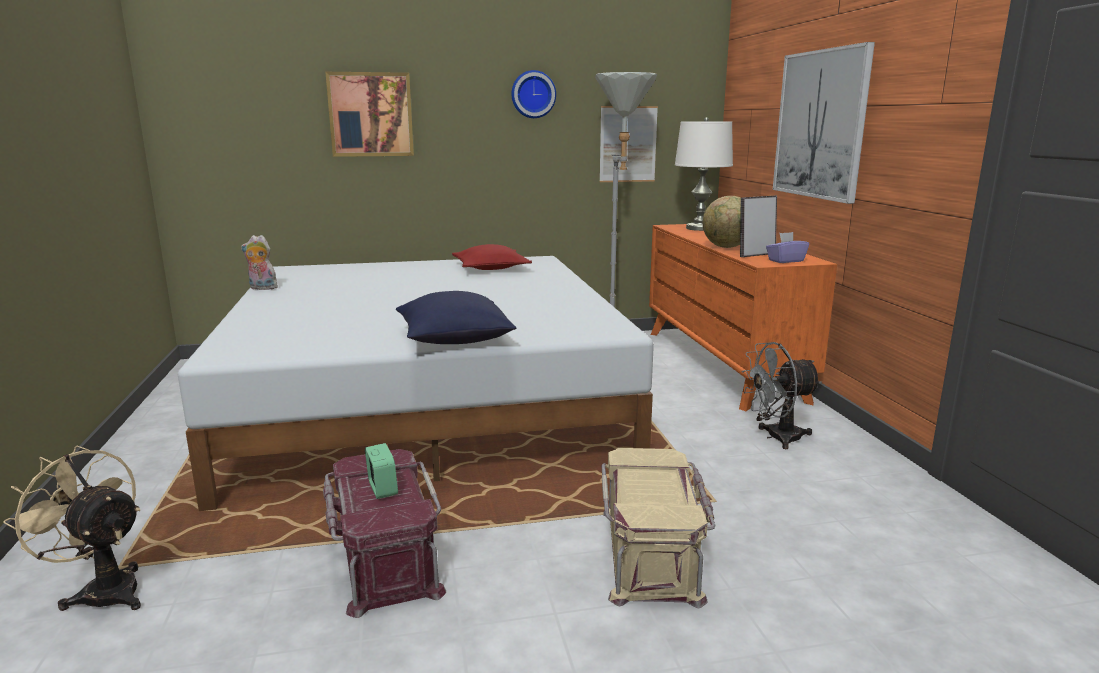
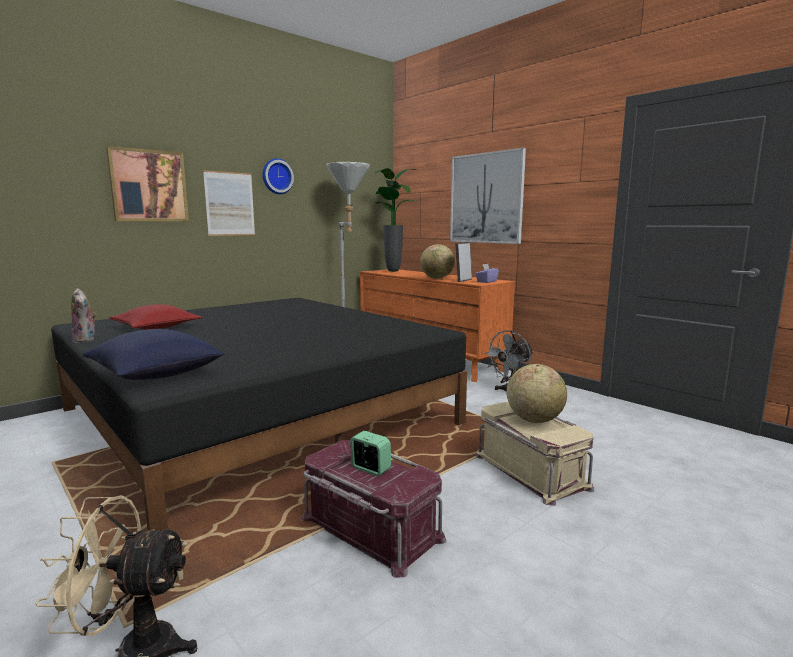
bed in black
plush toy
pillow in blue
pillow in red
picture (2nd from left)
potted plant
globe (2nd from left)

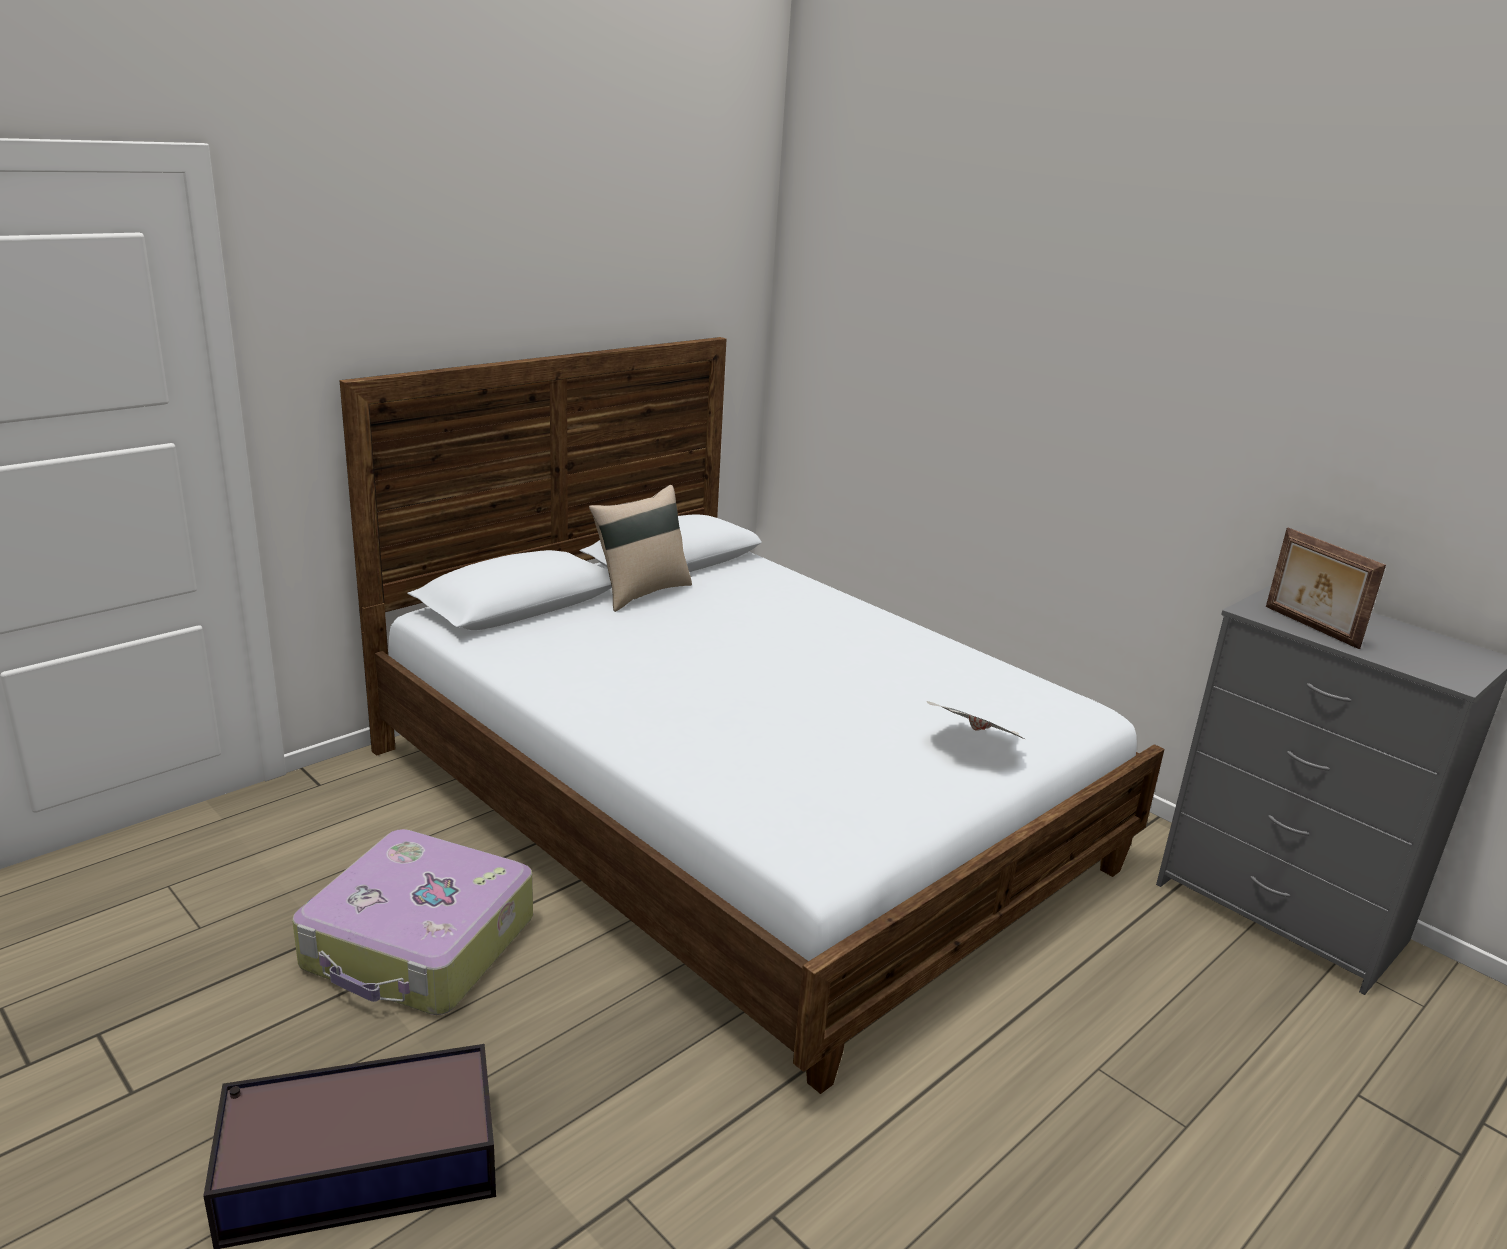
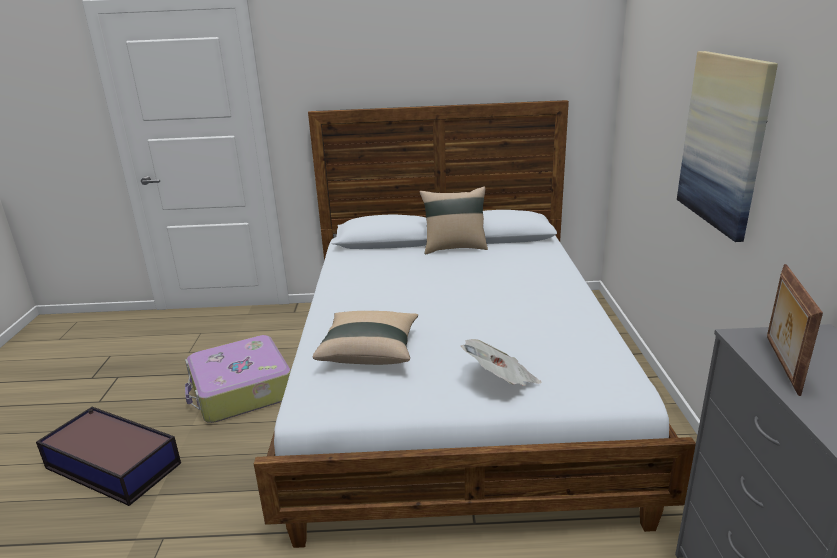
pillow in beige (1st from left)
picture

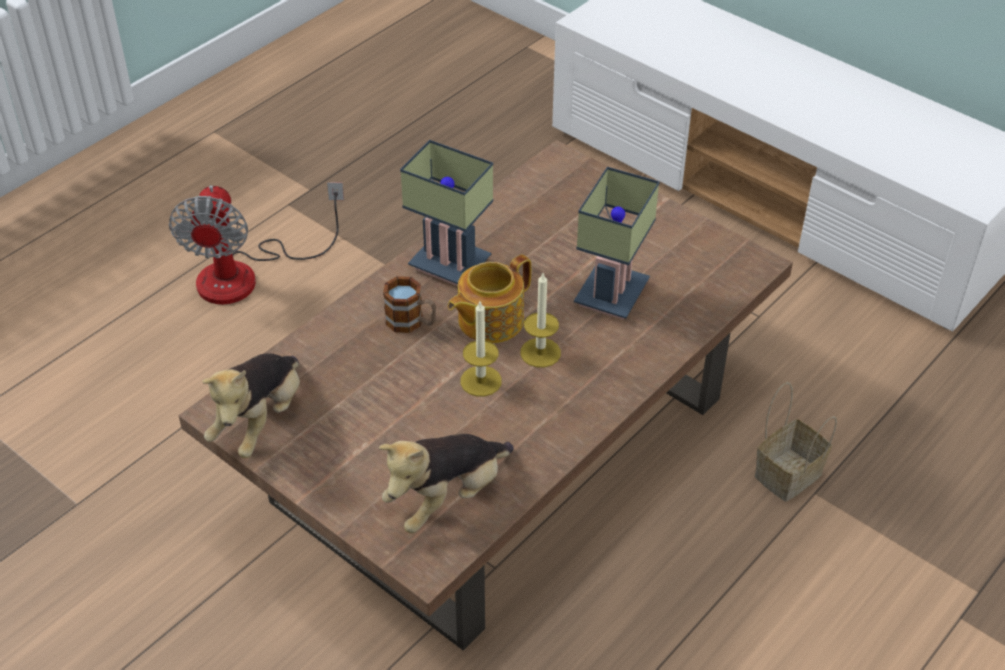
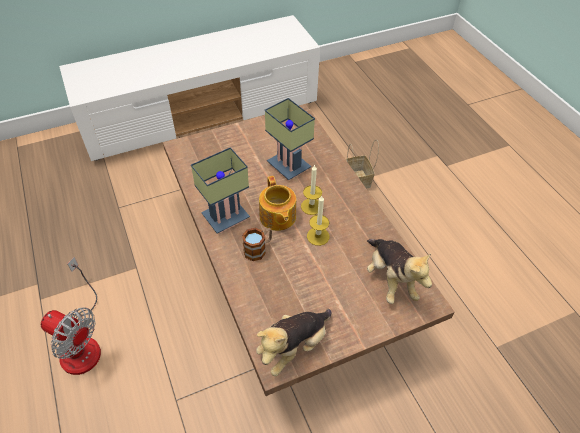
plush toy (1st from left)

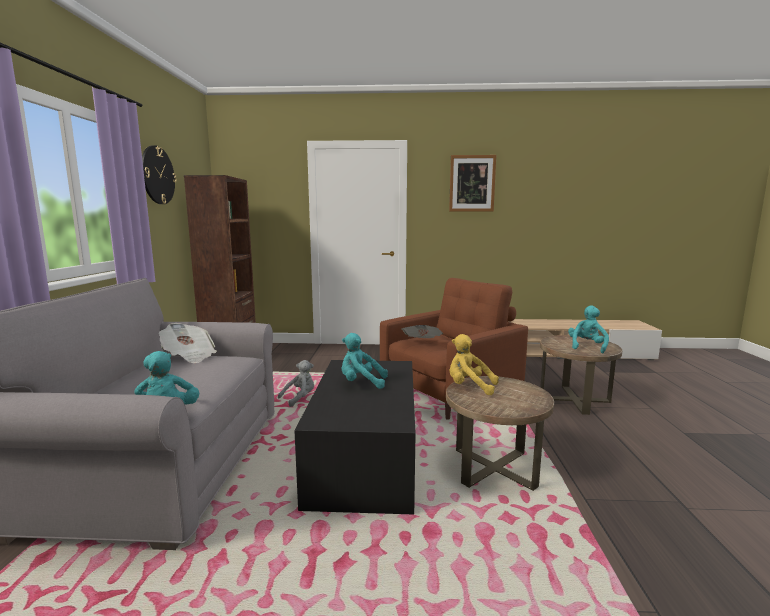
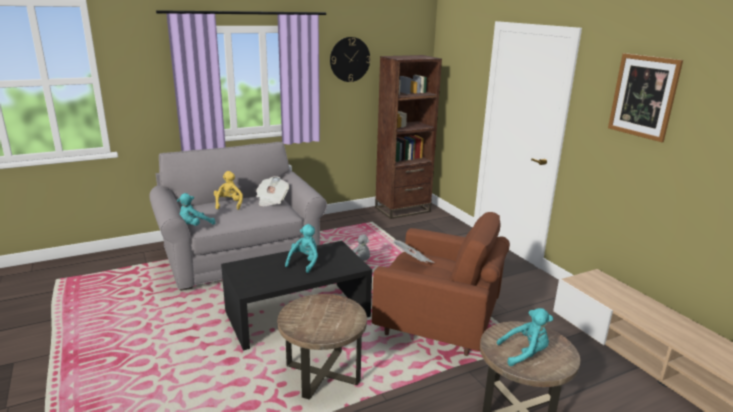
plush toy in yellow
plush toy in turquoise (2nd from left)

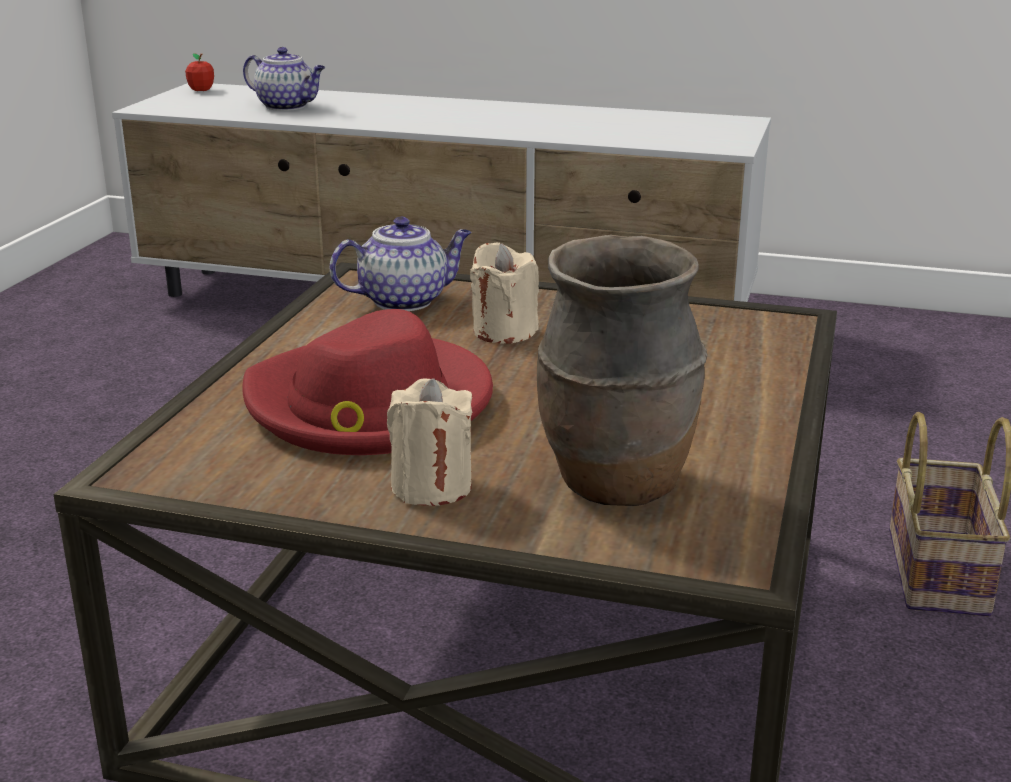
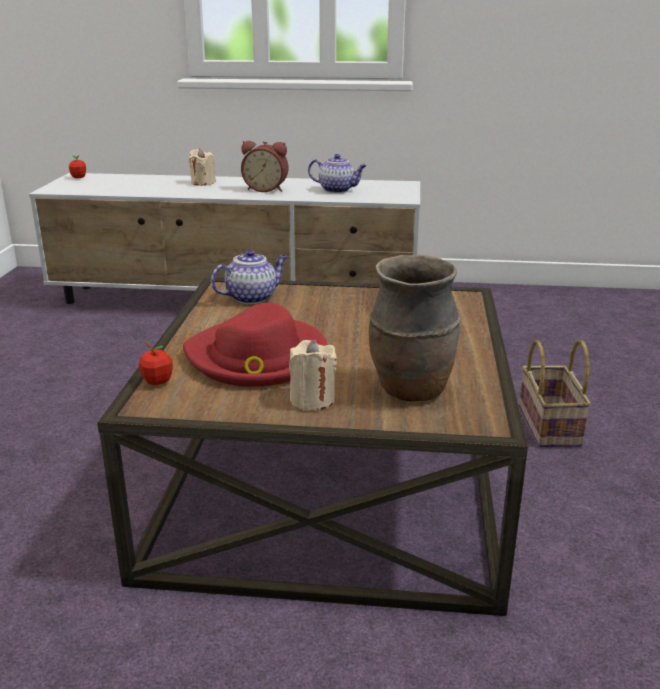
apple (2nd from left)
candle in beige (1st from left)
alarm clock
teapot (2nd from left)

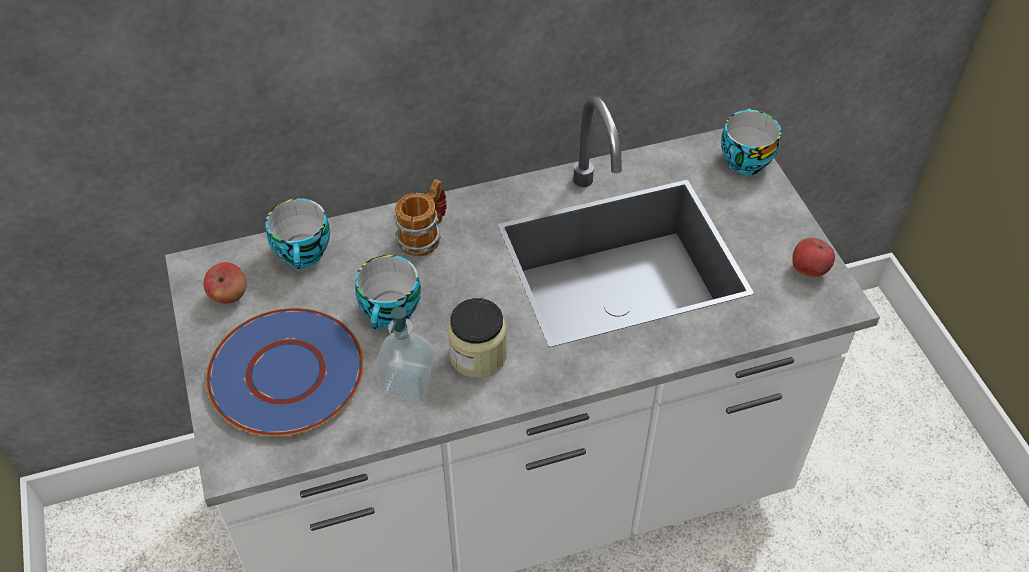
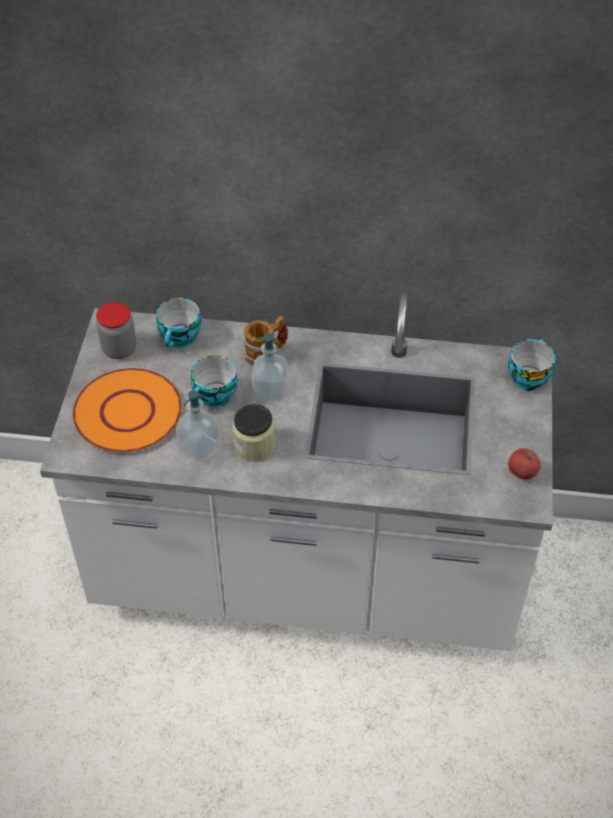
plate in orange
jar (1st from left)
soap dispenser (2nd from left)

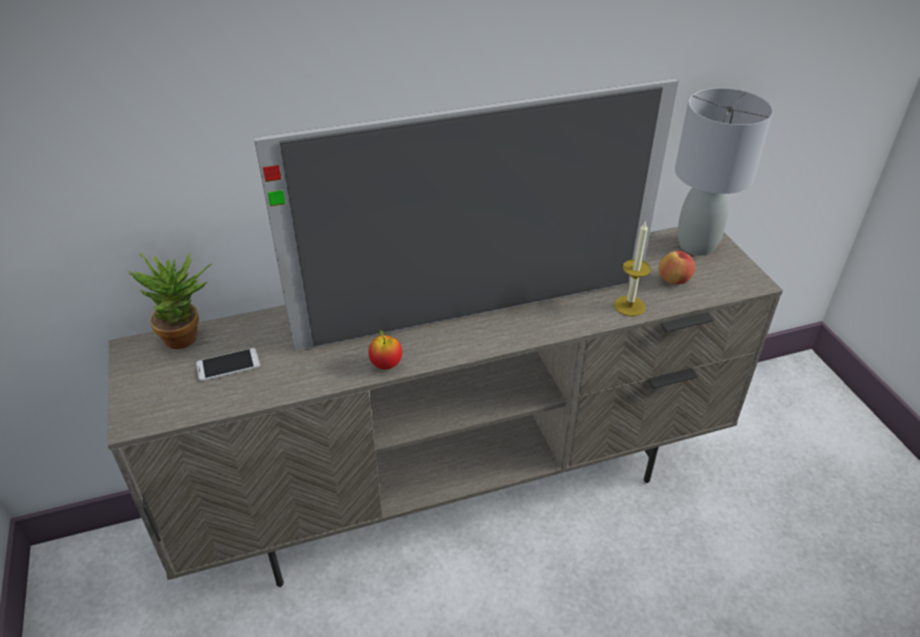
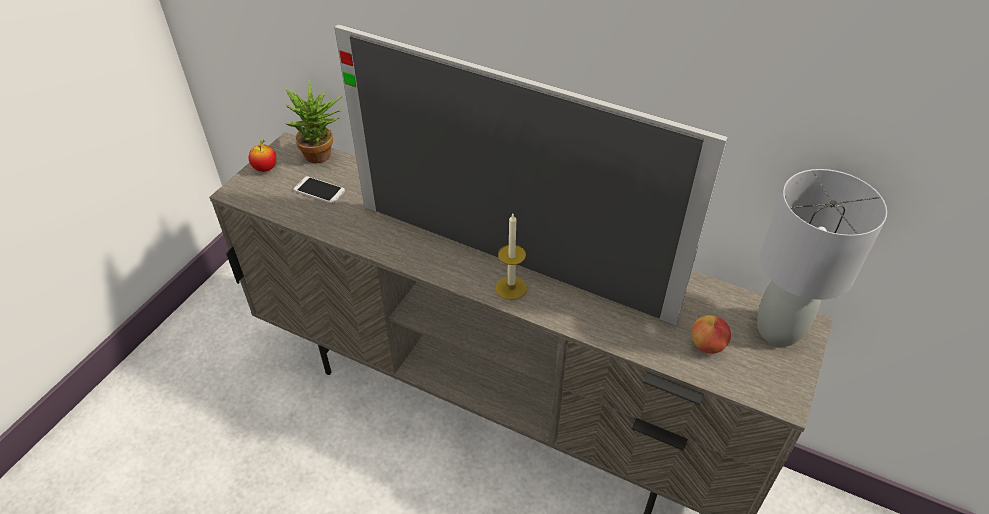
apple (1st from left)
candle

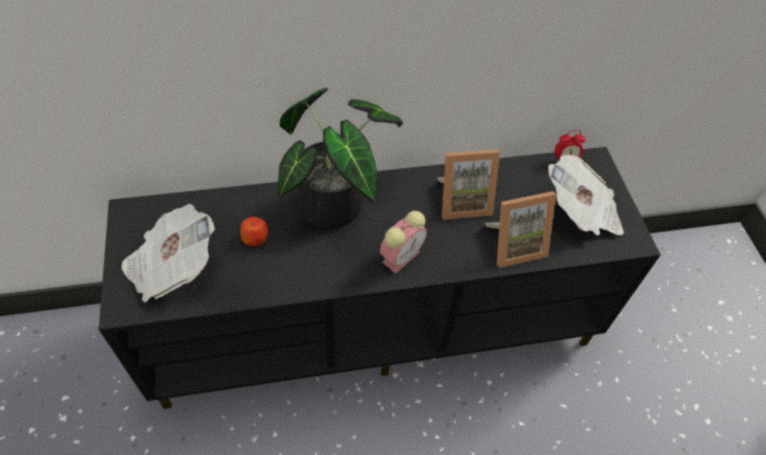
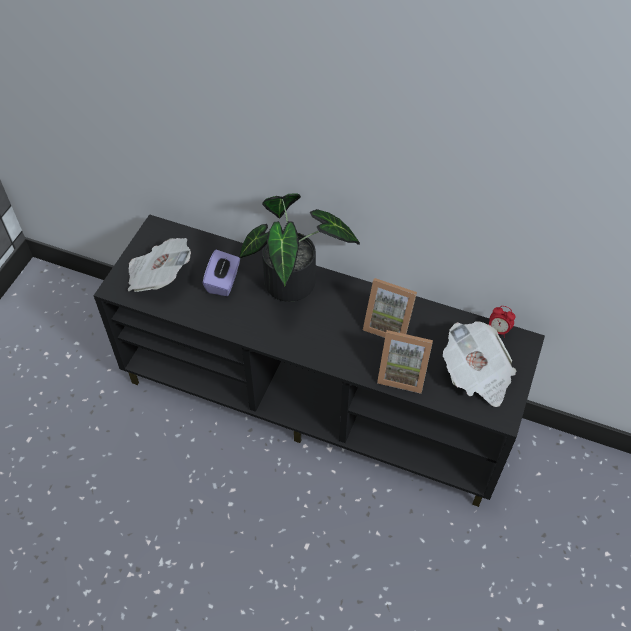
tissue box in purple
alarm clock (1st from left in the first image)

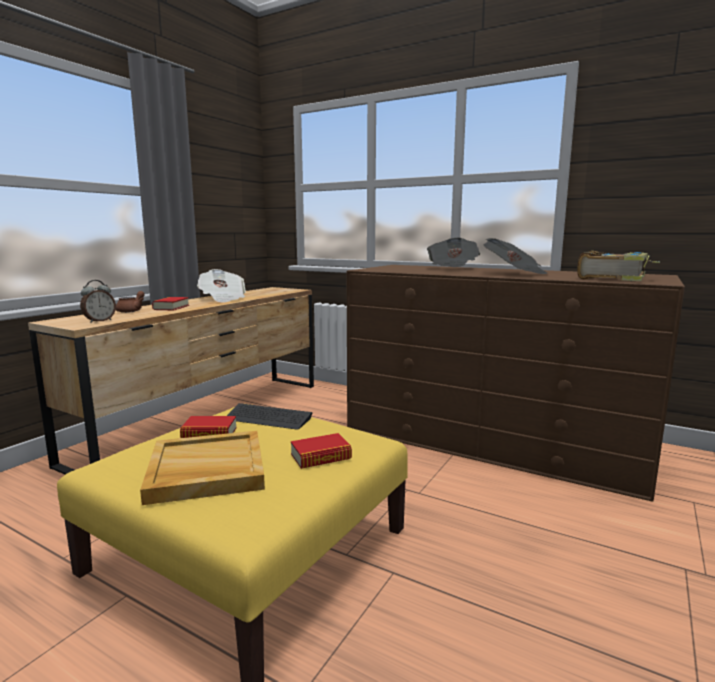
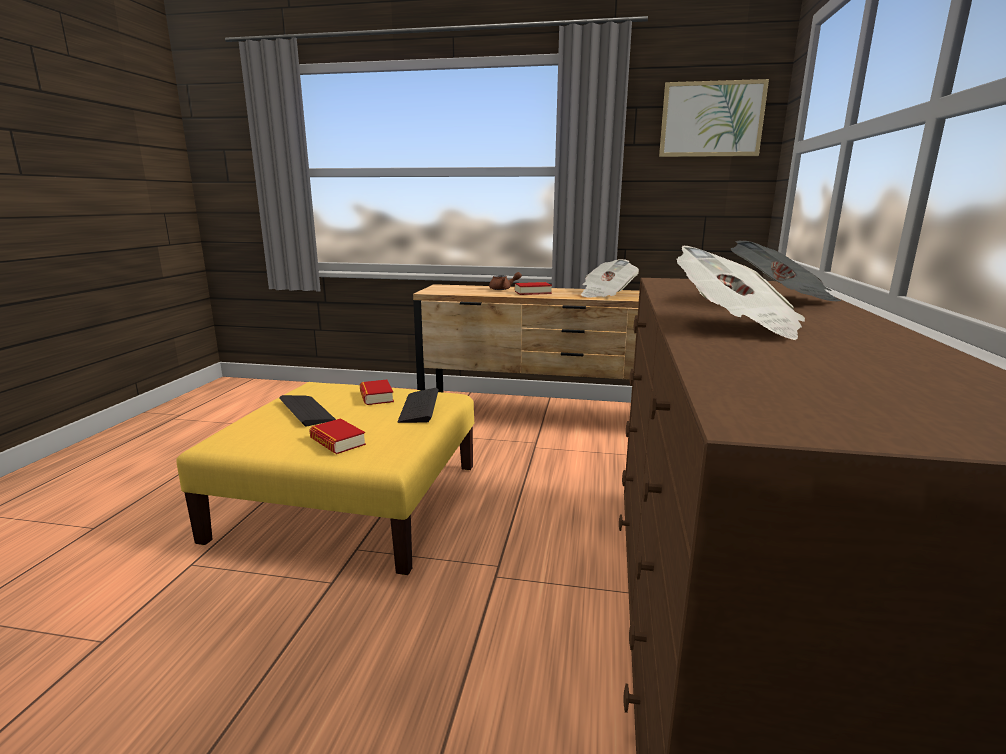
keyboard (1st from left)
picture
alarm clock
book (4th from left in the first image)

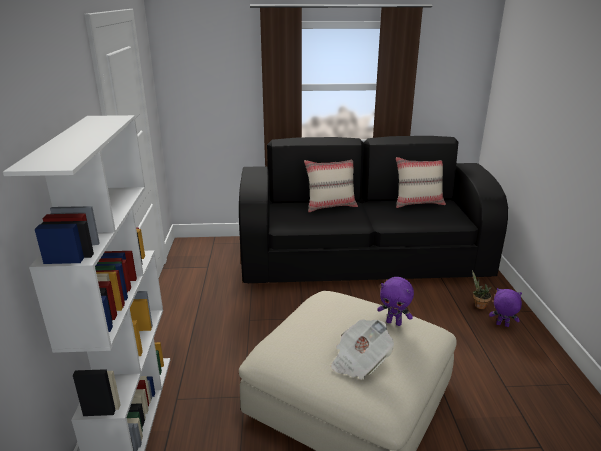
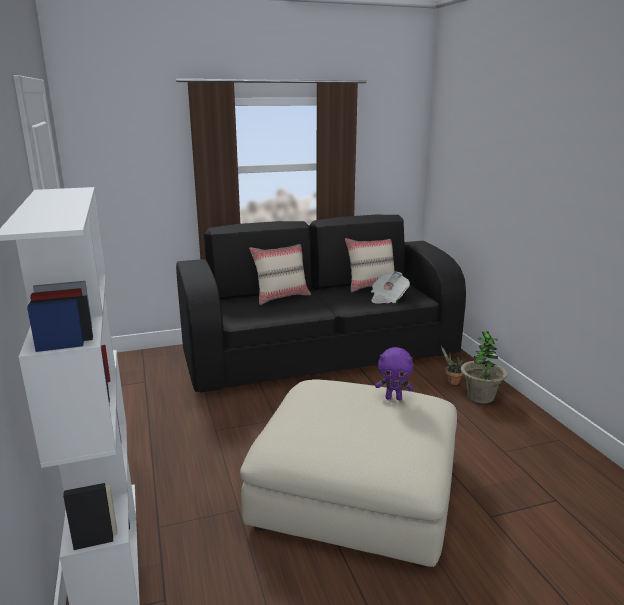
newspaper
potted plant (2nd from left)

